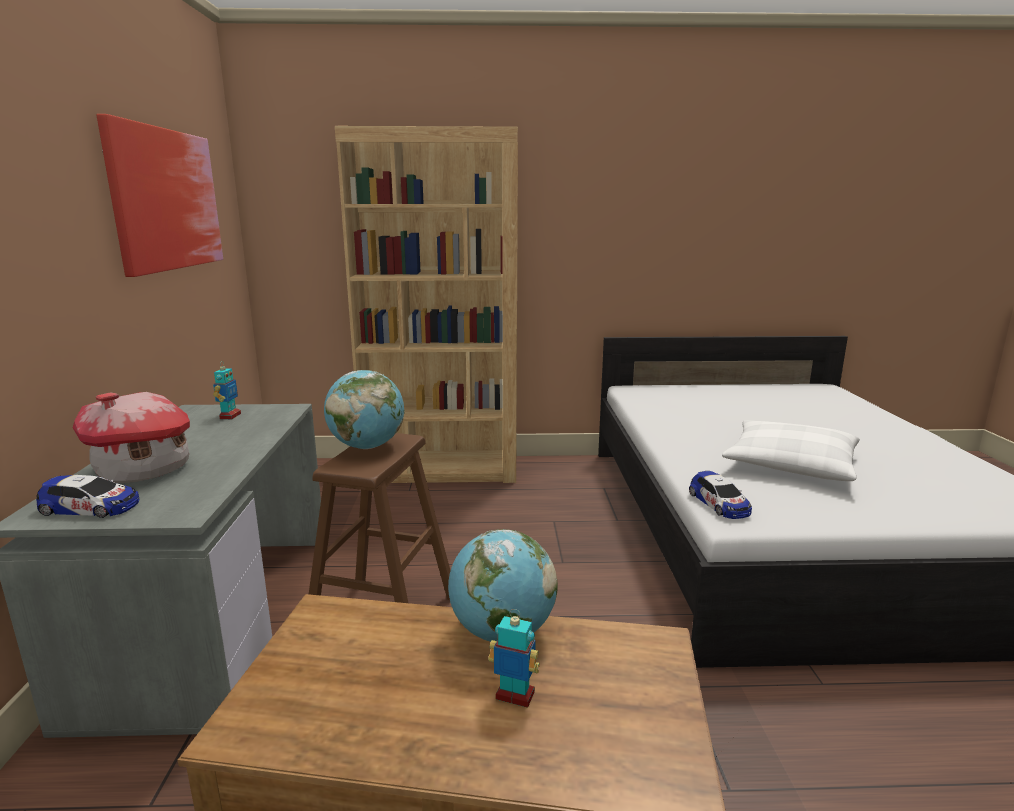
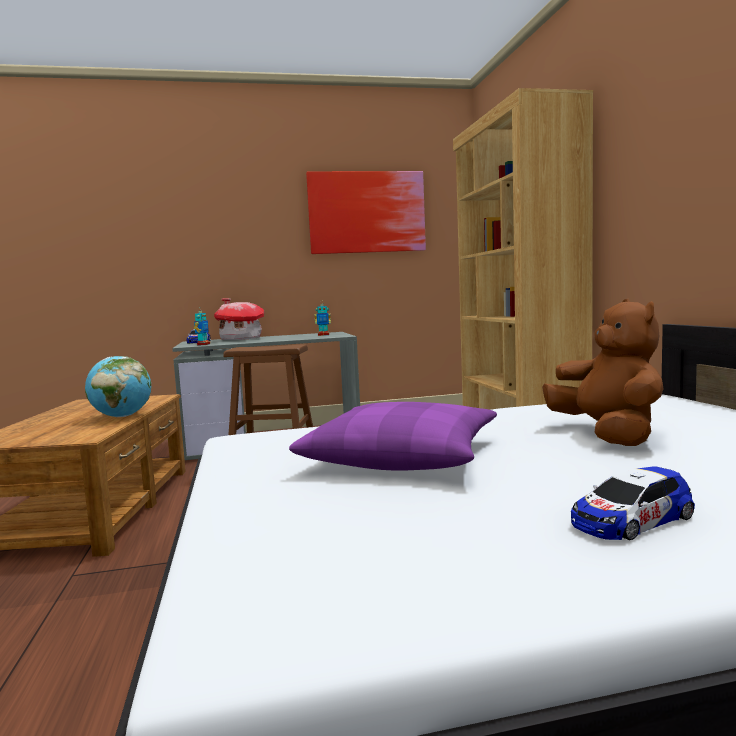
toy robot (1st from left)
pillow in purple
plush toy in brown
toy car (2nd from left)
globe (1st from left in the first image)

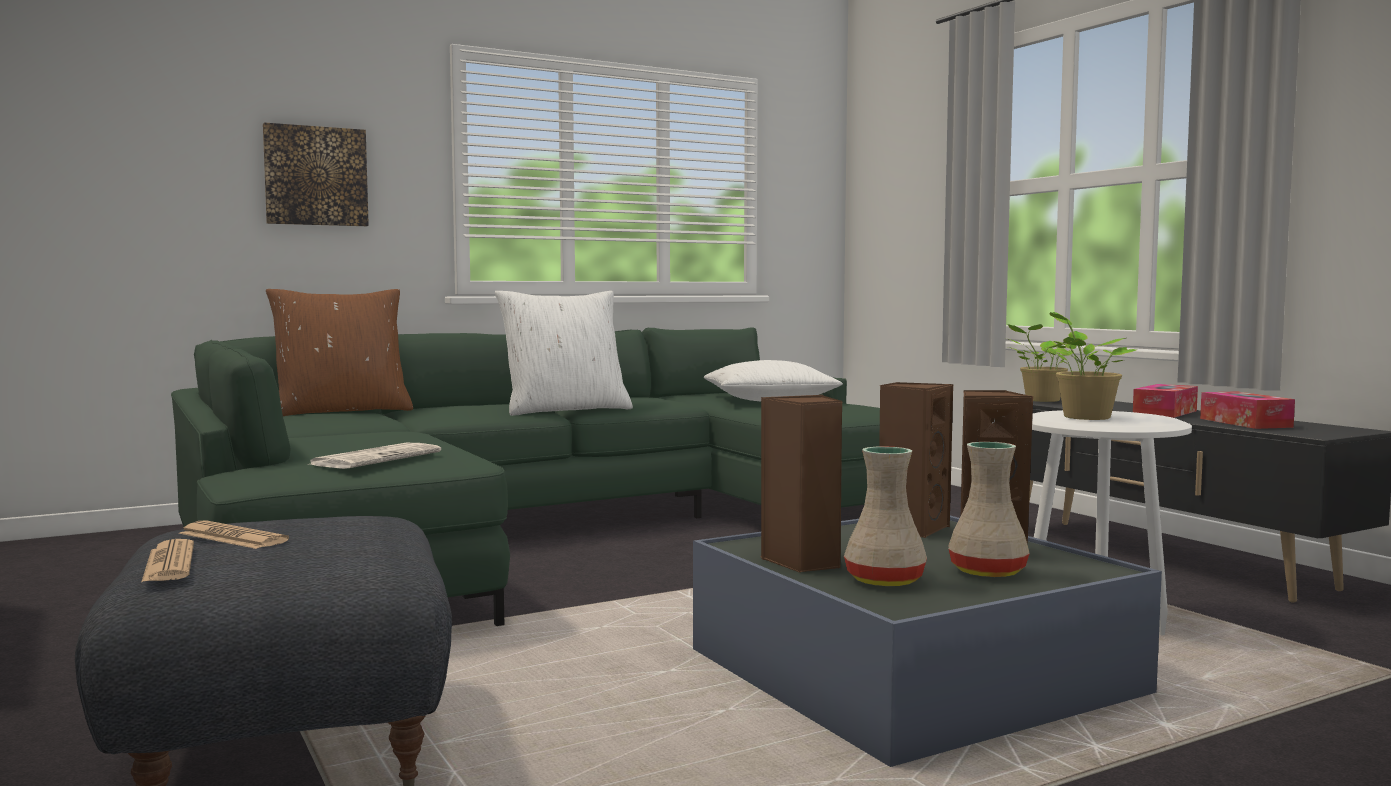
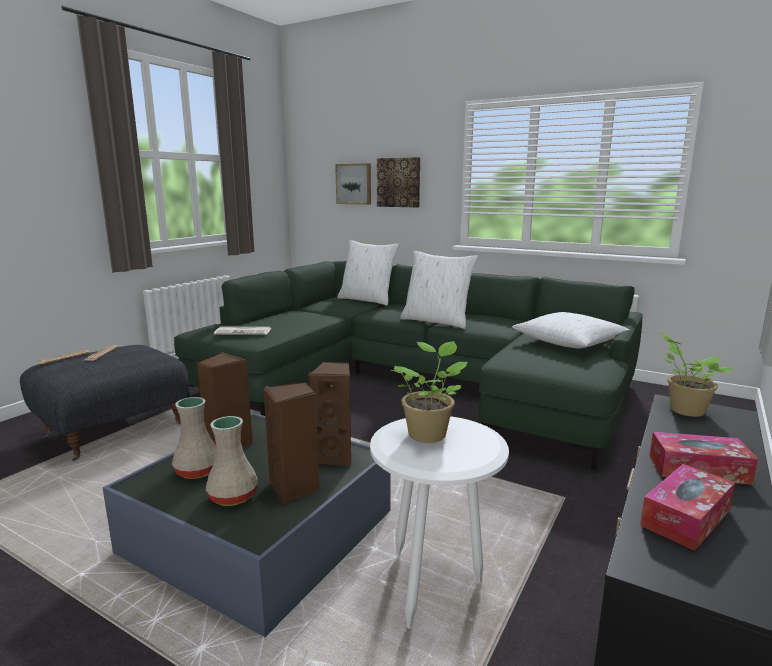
picture (1st from left)
pillow in white (1st from left)

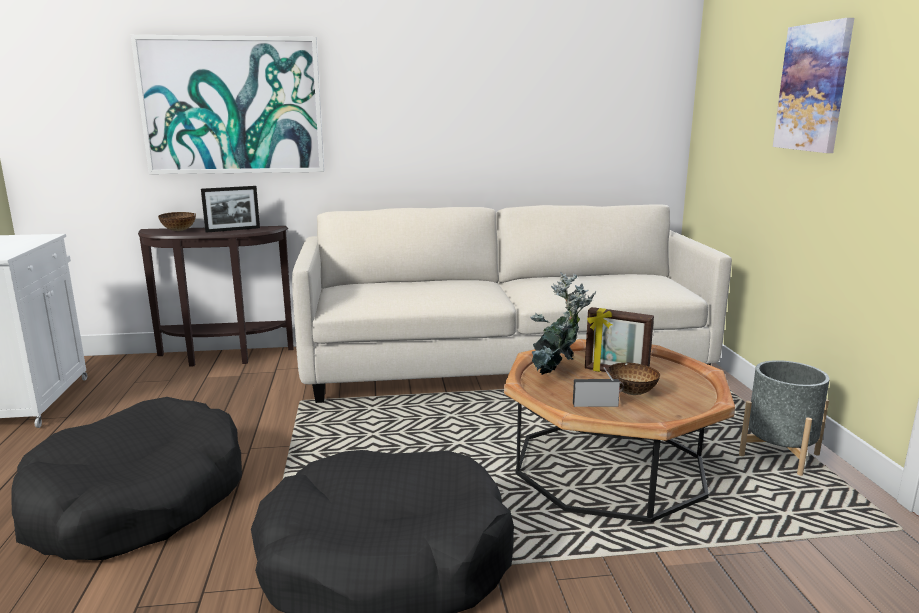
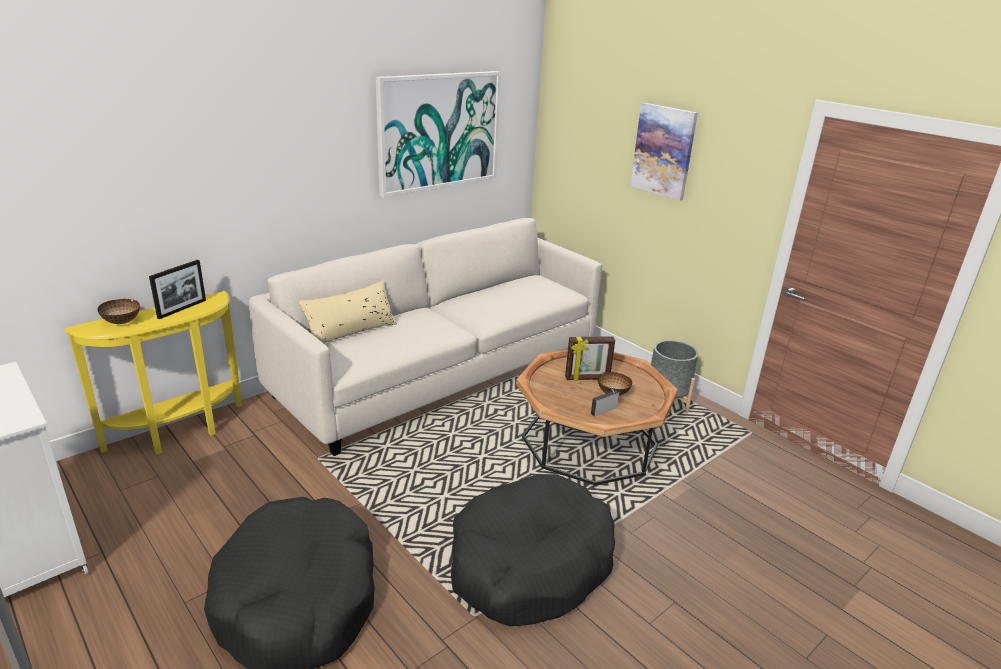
console table in yellow
pillow in beige
picture (1st from left)
potted plant

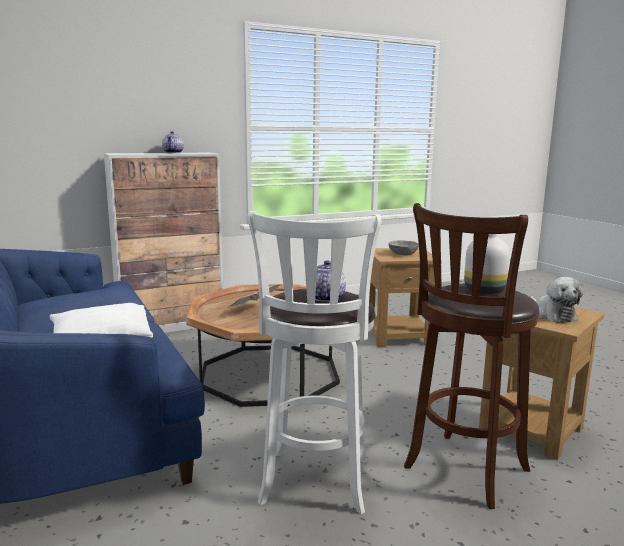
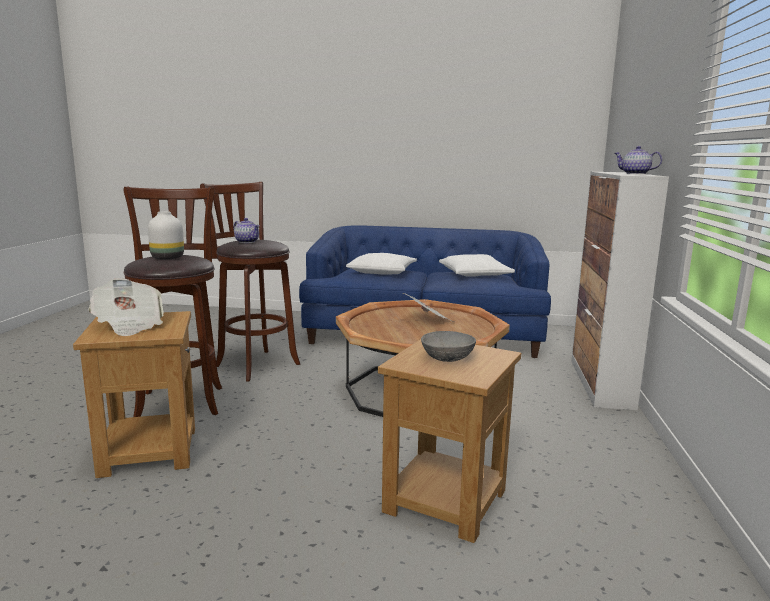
newspaper (1st from left)
stool in brown (2nd from left)
pillow in white (2nd from left)

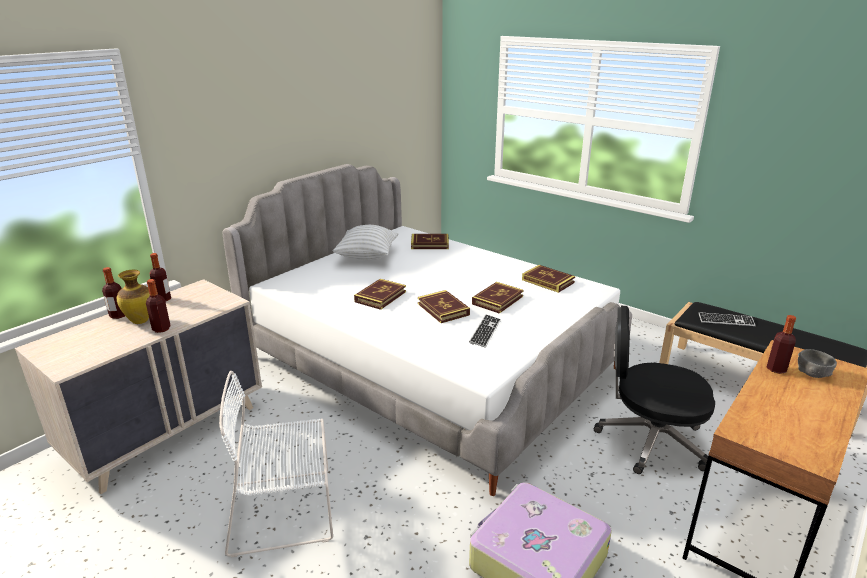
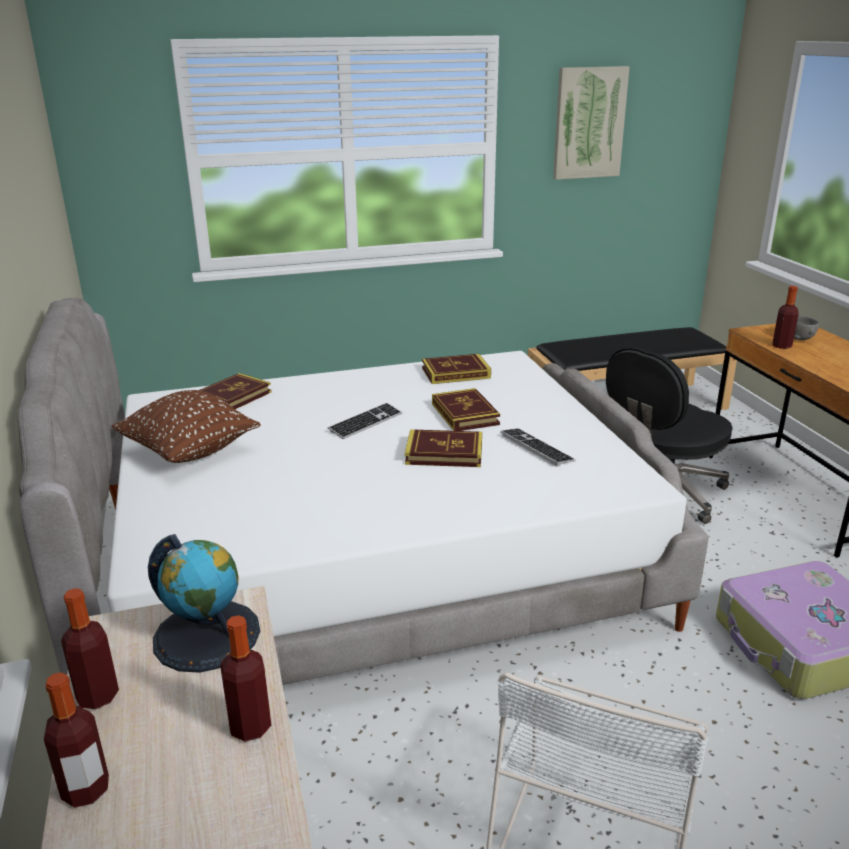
pillow in brown
globe
keyboard (1st from left)
picture
vase
book (1st from left in the first image)

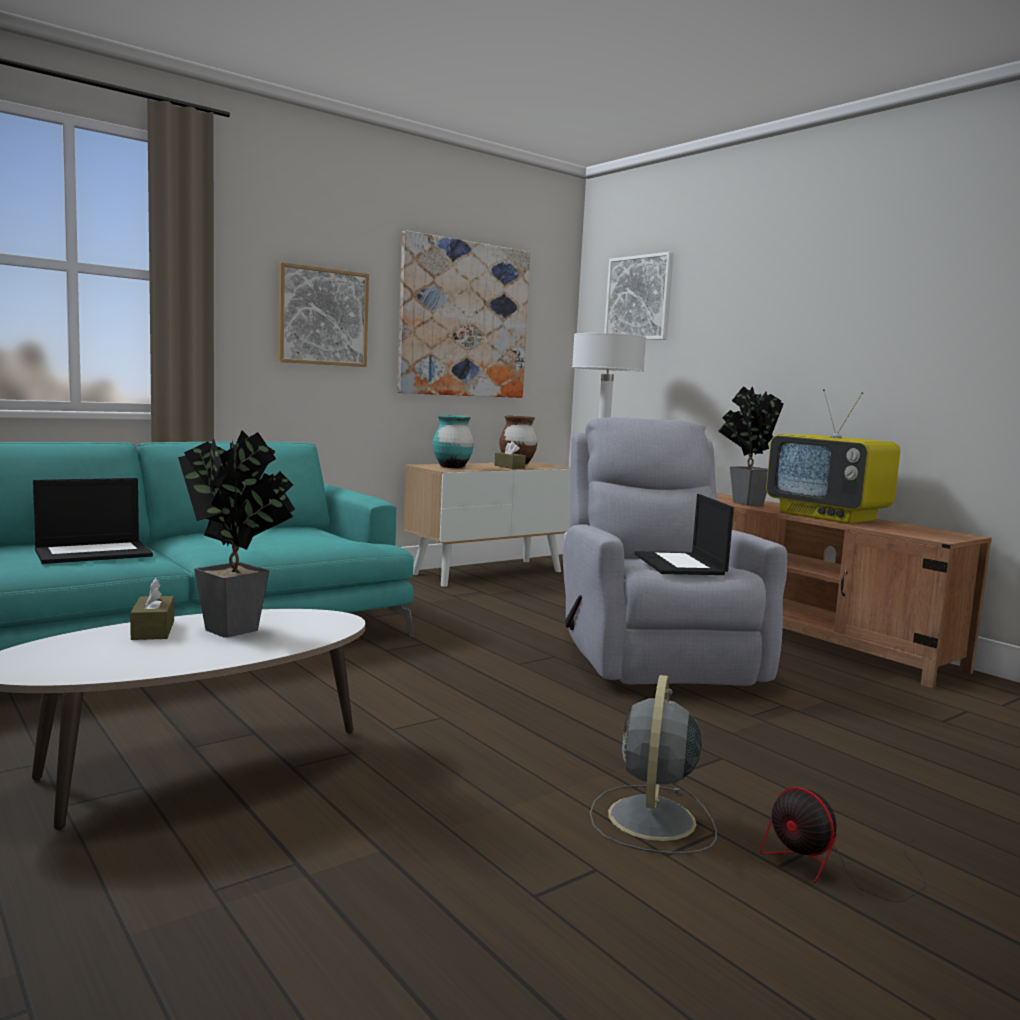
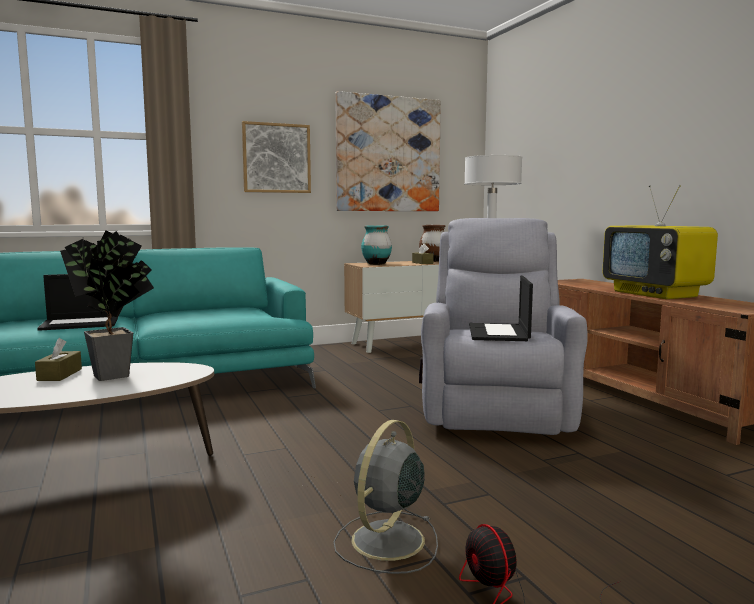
picture (3rd from left in the first image)
potted plant (2nd from left in the first image)

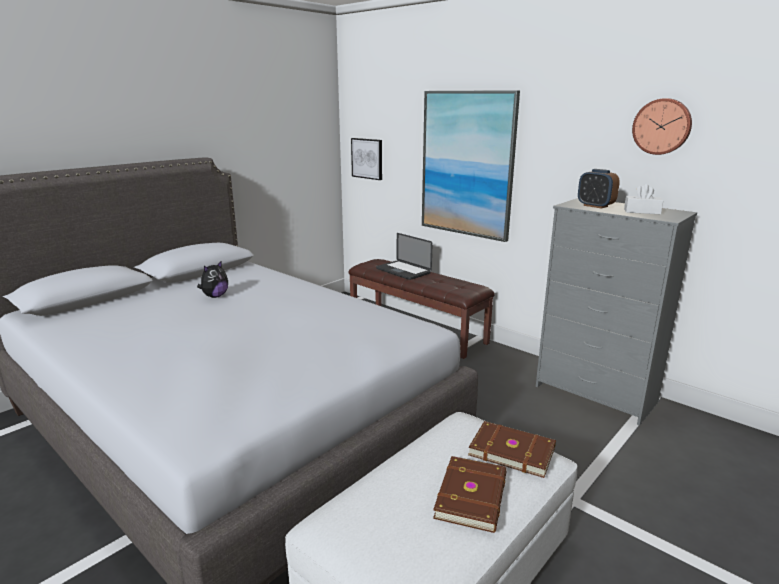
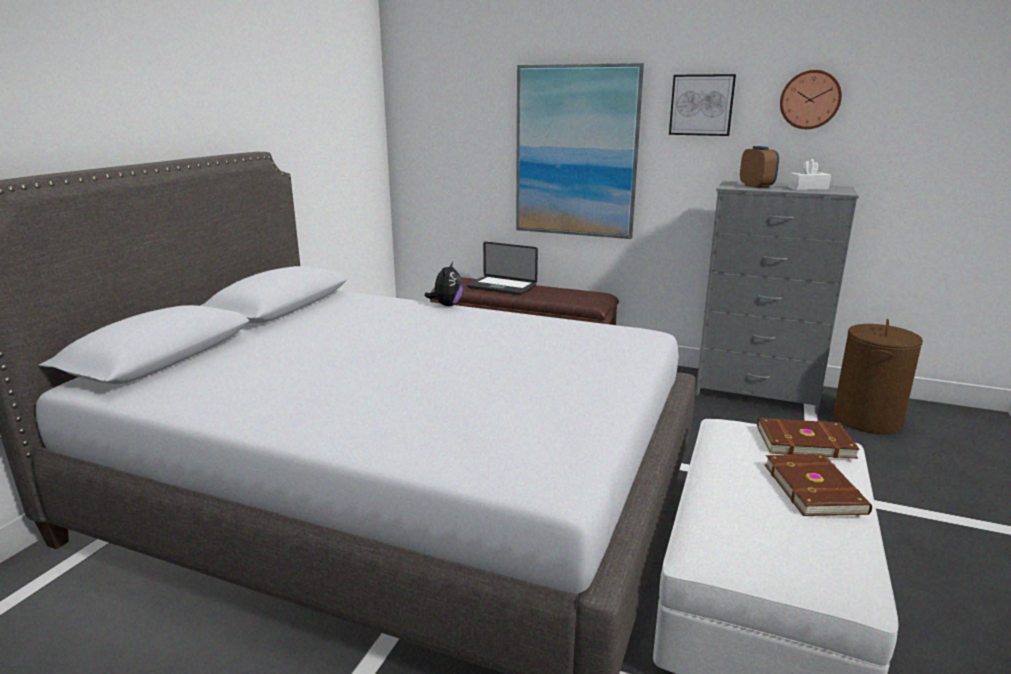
plush toy
picture (2nd from left)
alarm clock
laundry basket in brown

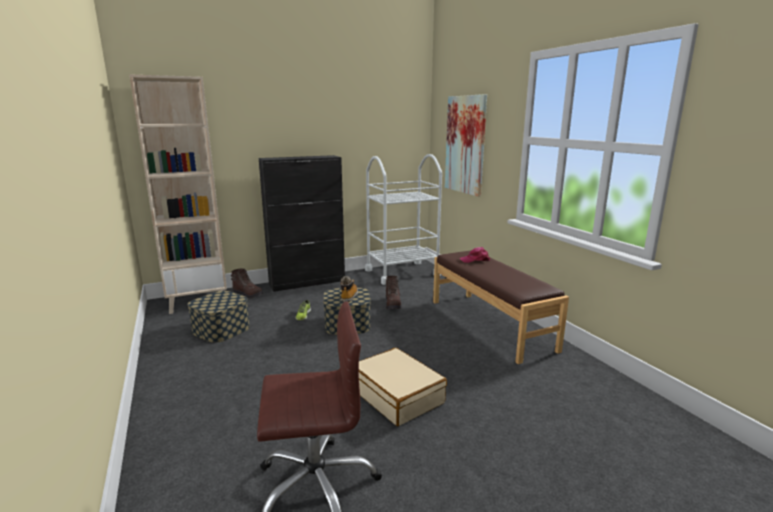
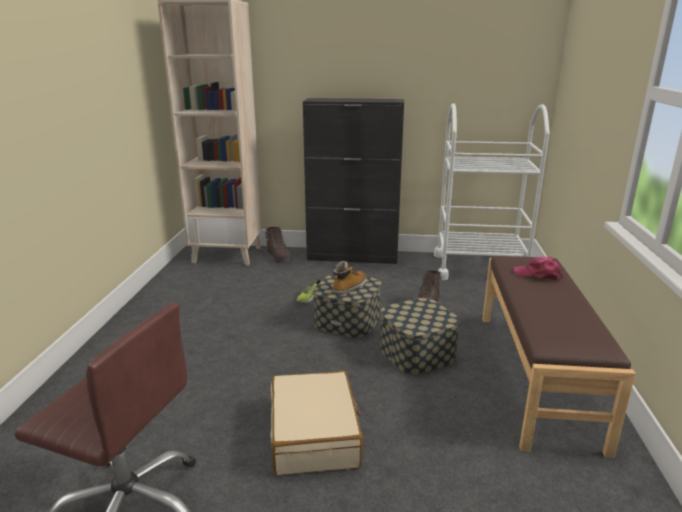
storage box (2nd from left)
picture

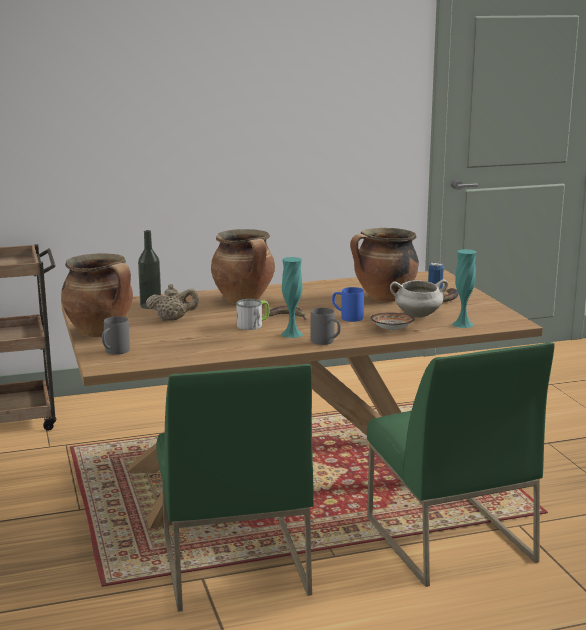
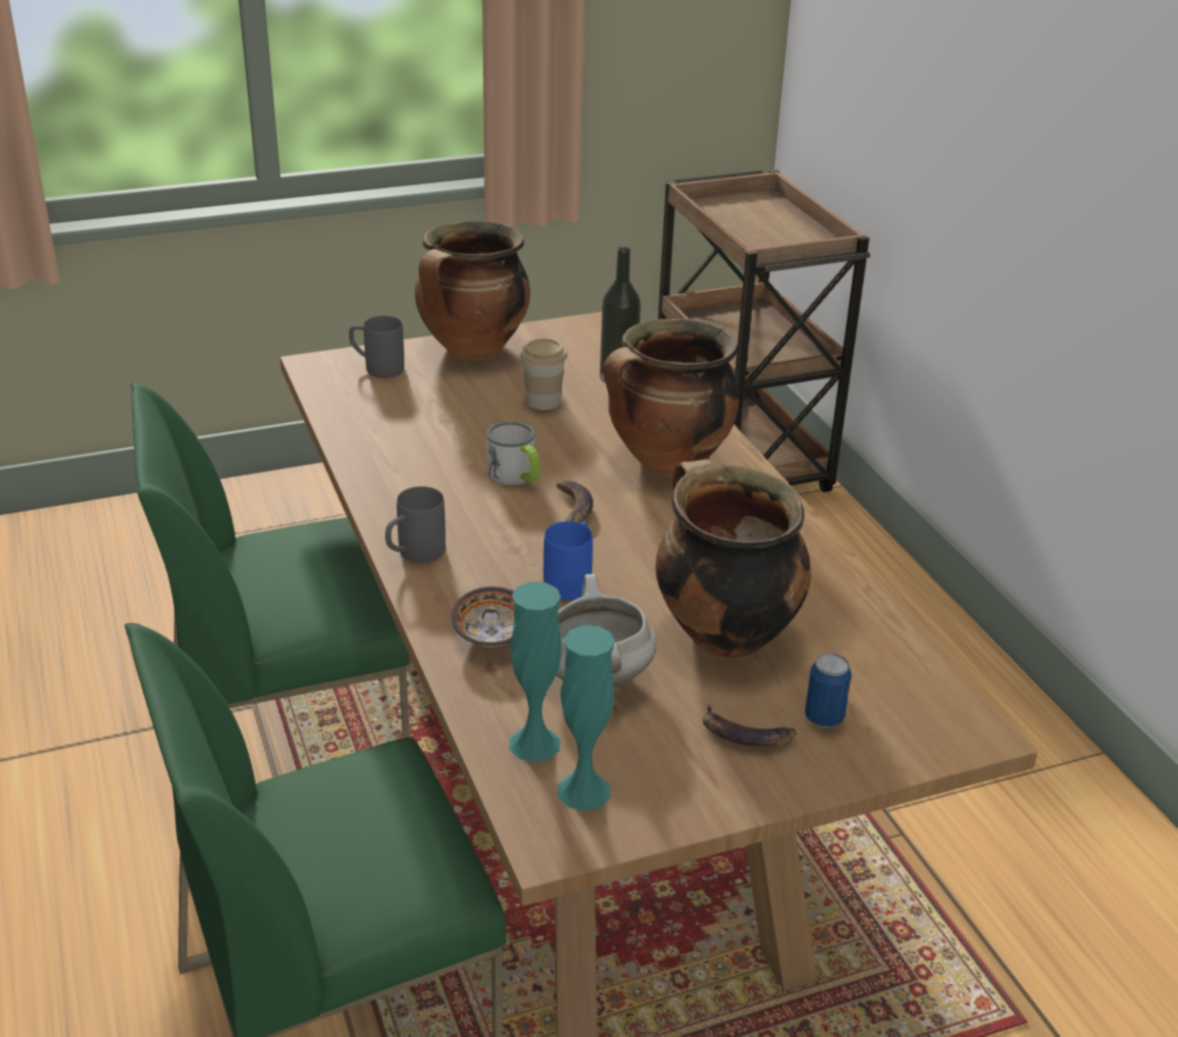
cup
vase in turquoise (2nd from left)

